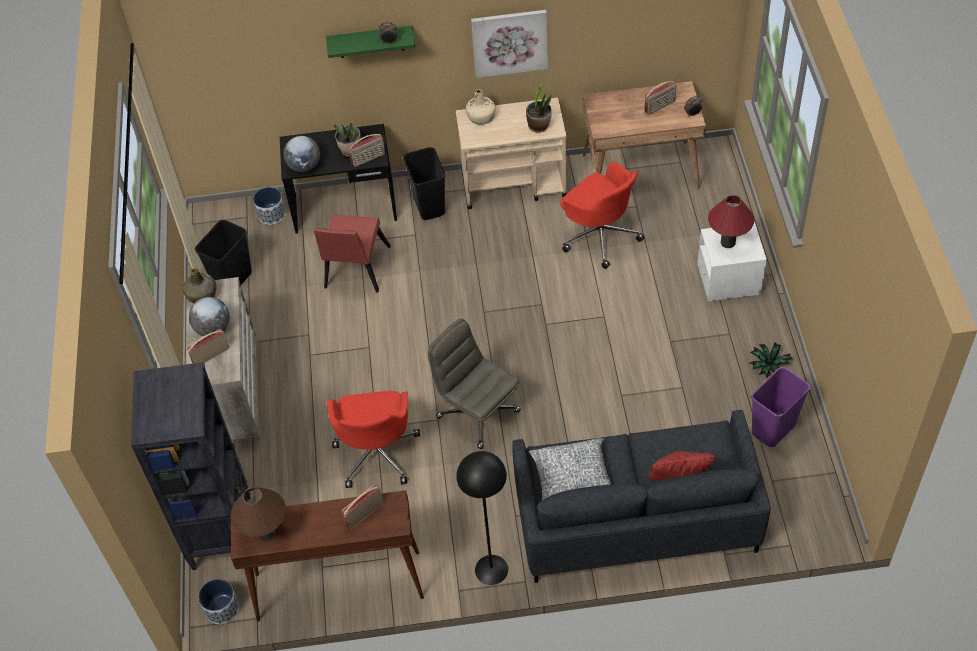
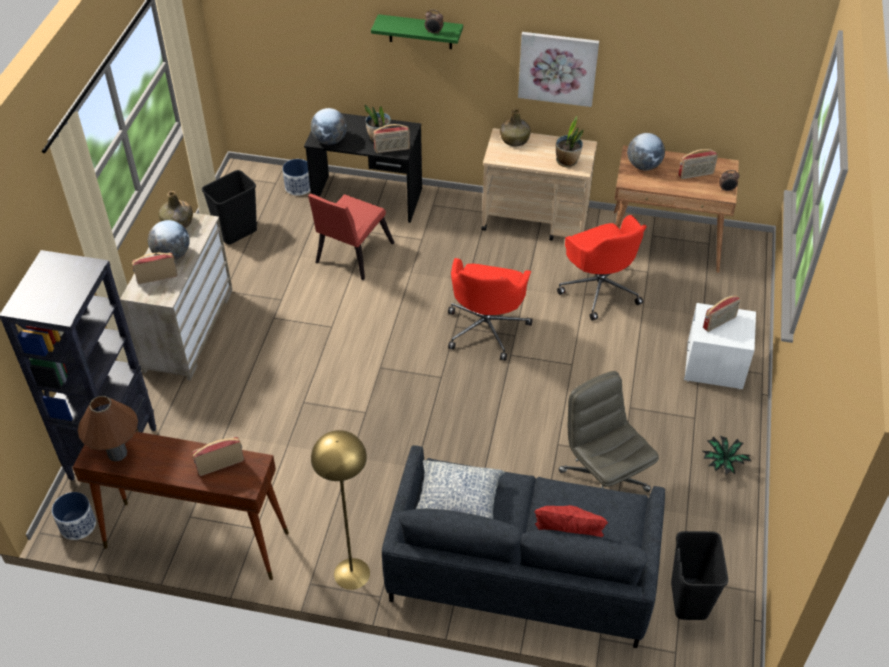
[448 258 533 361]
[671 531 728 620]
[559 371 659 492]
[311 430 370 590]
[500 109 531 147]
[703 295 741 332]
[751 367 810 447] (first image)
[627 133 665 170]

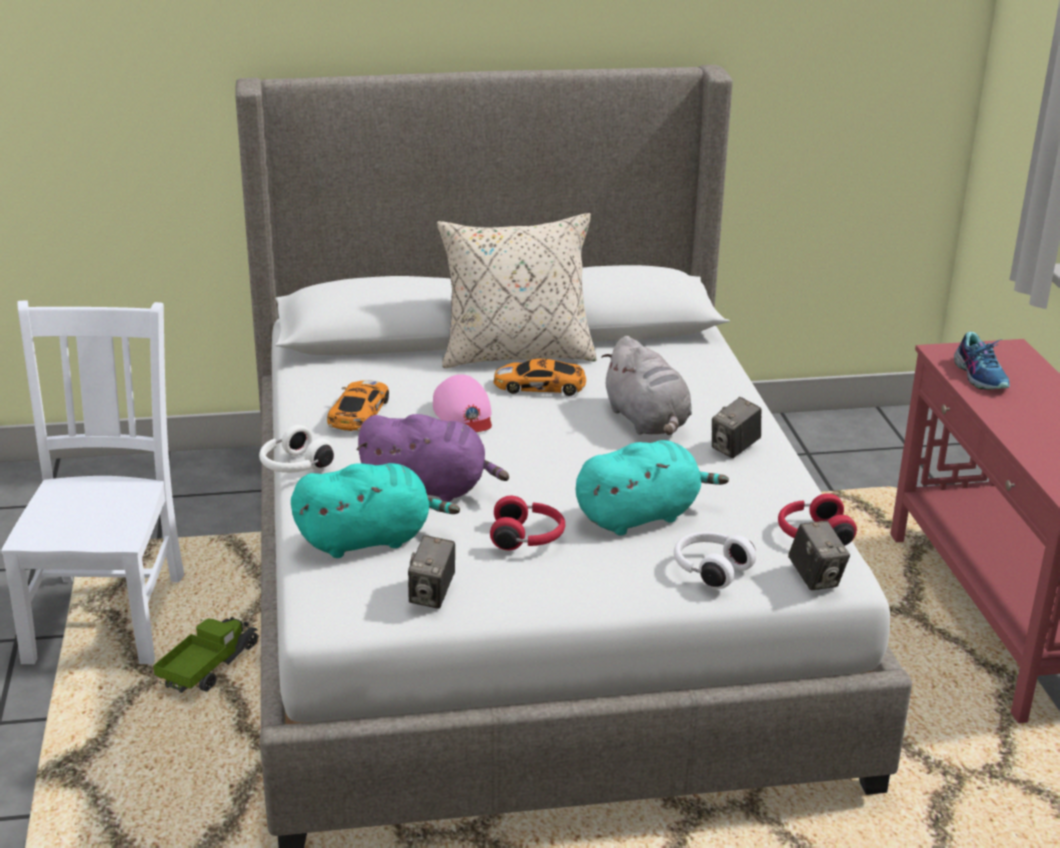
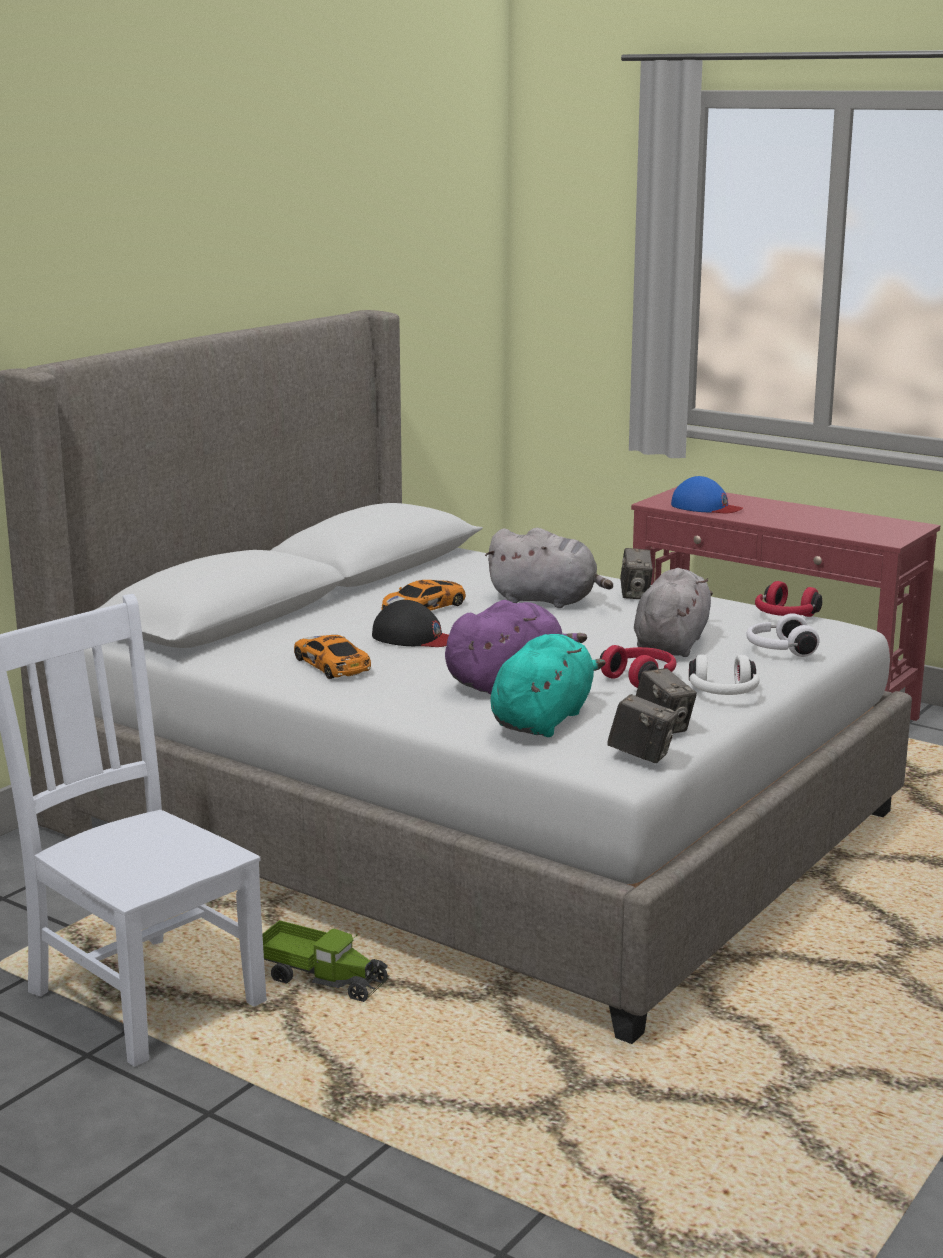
[262 920 389 1002]
[689 654 760 695]
[372 600 449 647]
[437 213 597 368] (first image)
[634 568 713 657]
[607 694 678 763]
[671 476 743 513]

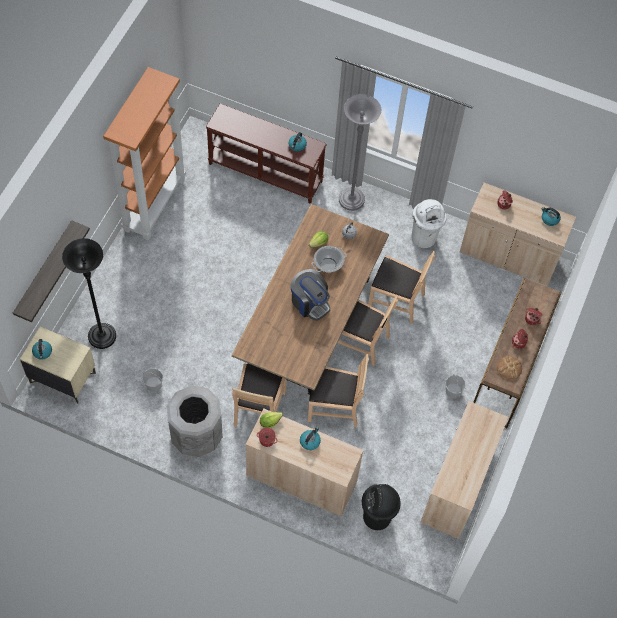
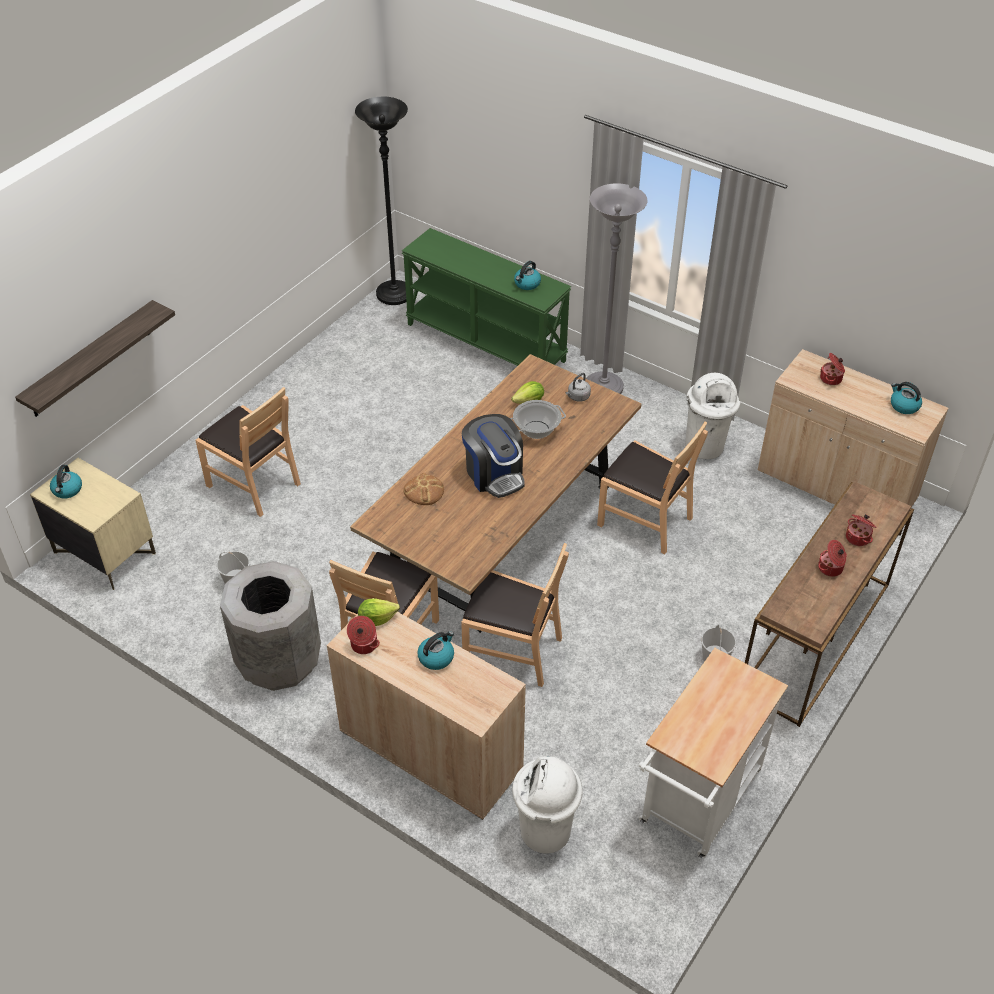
[355 97 408 305]
[103 67 186 240] (first image)
[402 228 571 366]
[195 387 301 517]
[512 756 583 854]
[639 648 788 858]
[403 473 444 505]

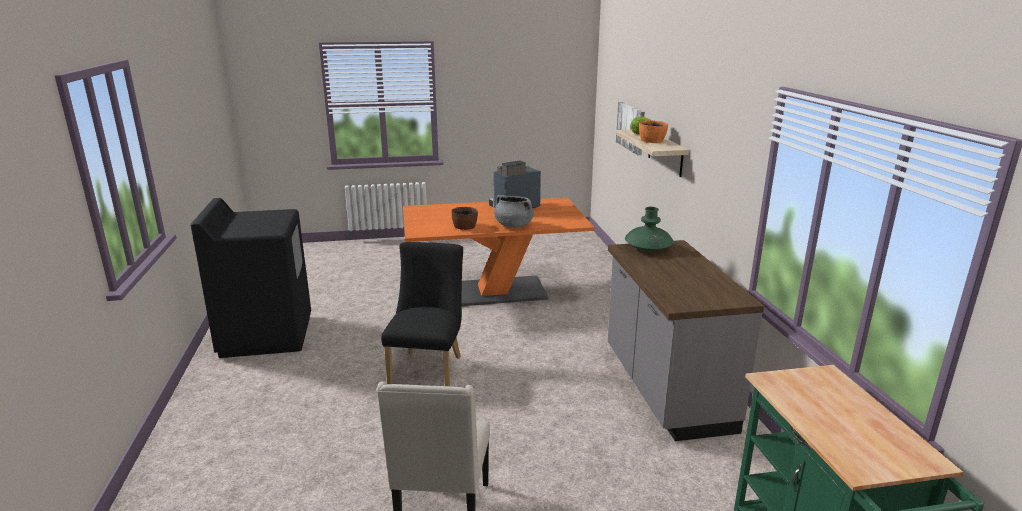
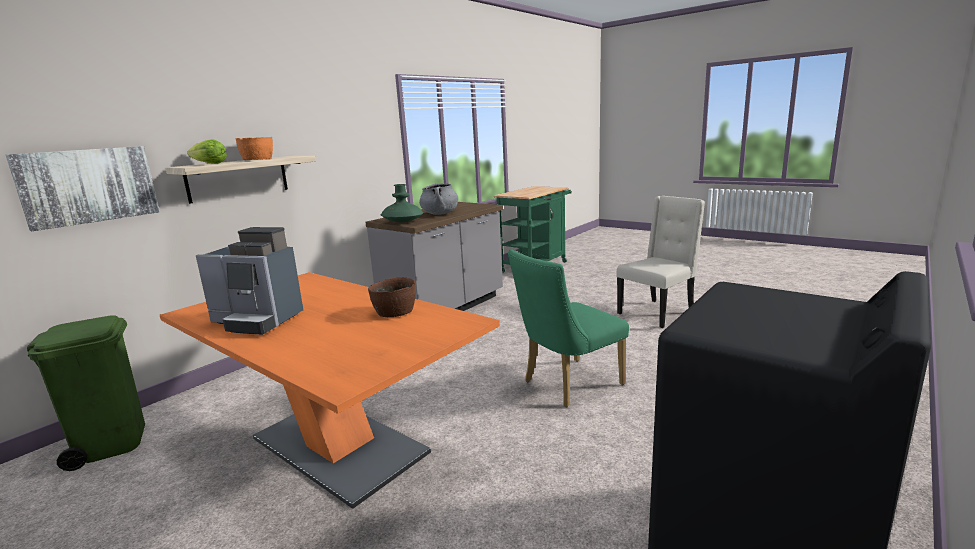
[508 250 629 407]
[419 183 458 215]
[27 315 145 471]

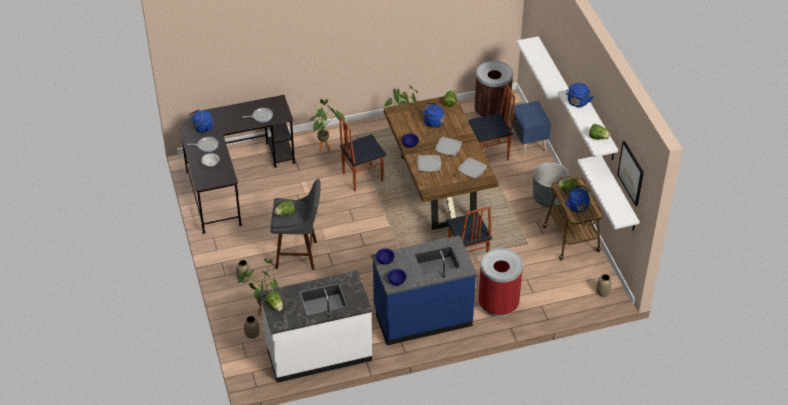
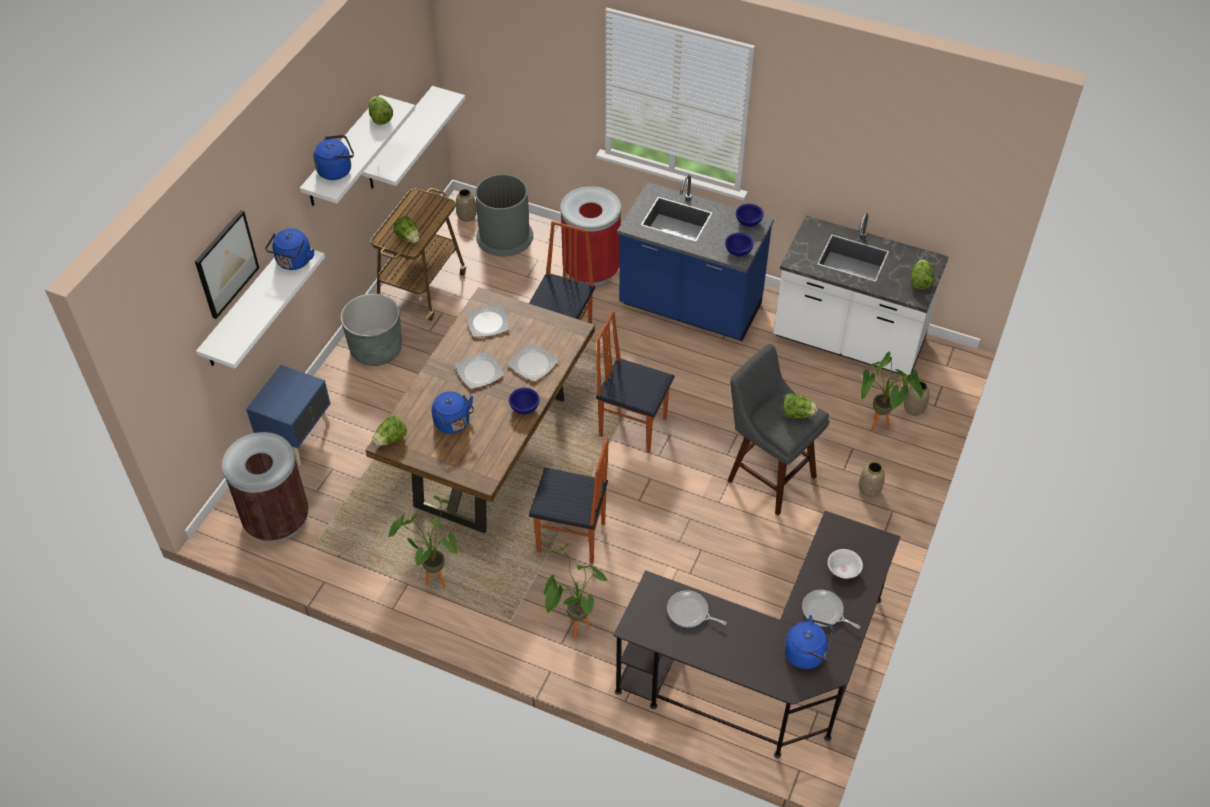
[596 311 674 453]
[265 229 315 270]
[195 210 259 319]
[475 174 533 257]

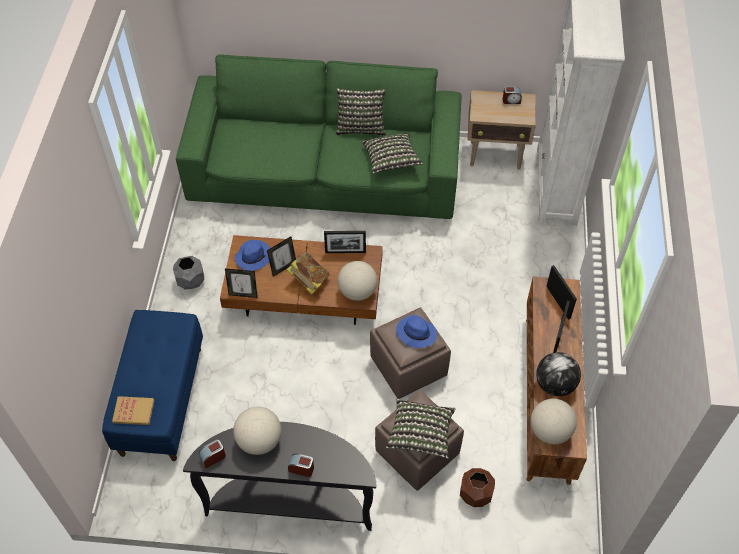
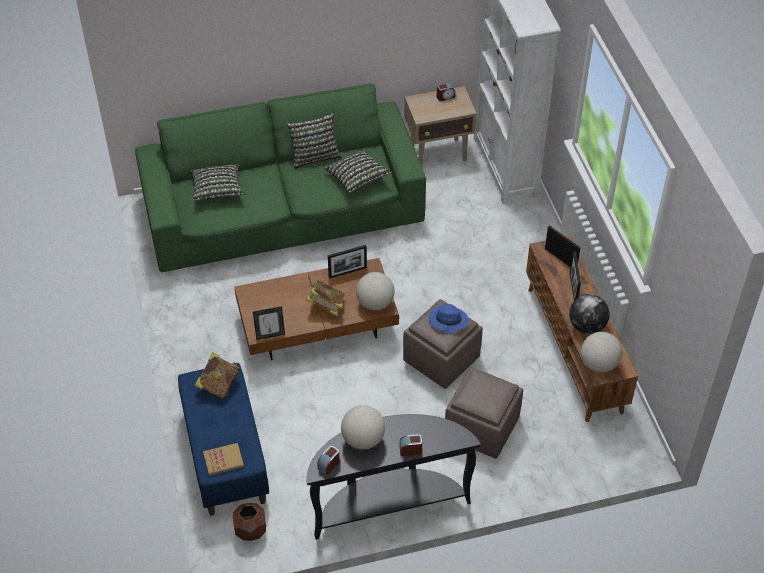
[173 256 204 290] (first image)
[235 240 270 271] (first image)
[267 236 296 276] (first image)
[191 165 244 201]
[233 503 266 541]
[194 352 240 399]

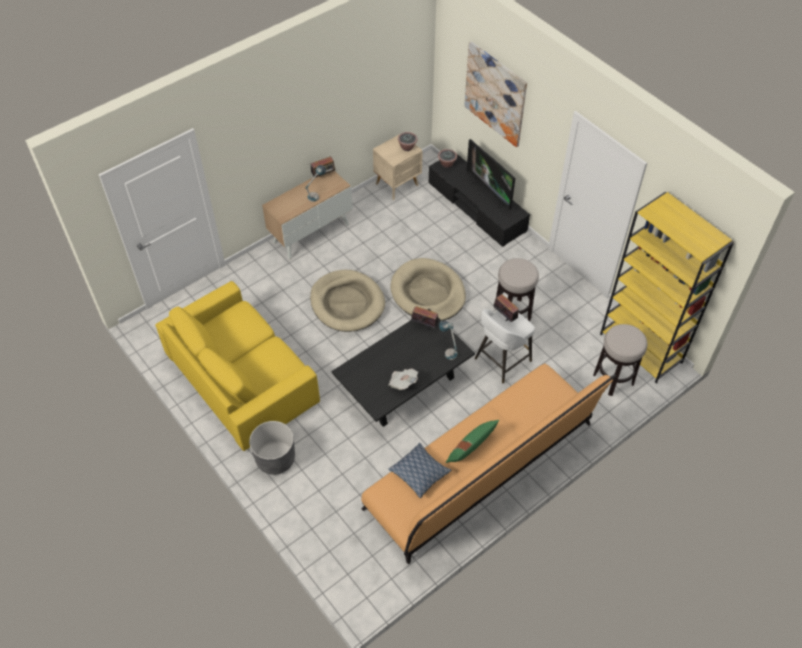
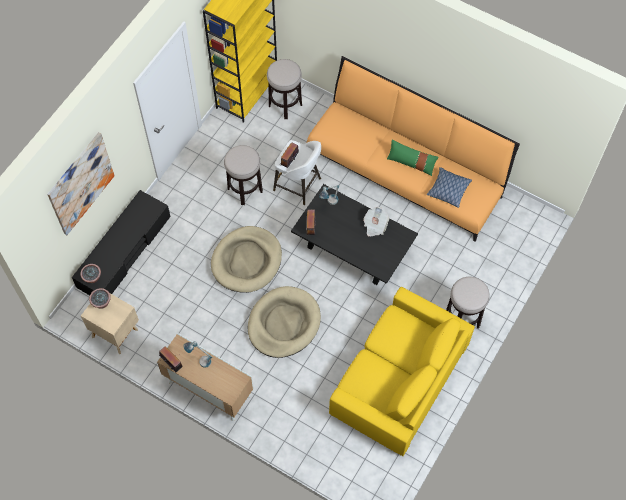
[446 277 490 329]
[467 139 515 210] (first image)

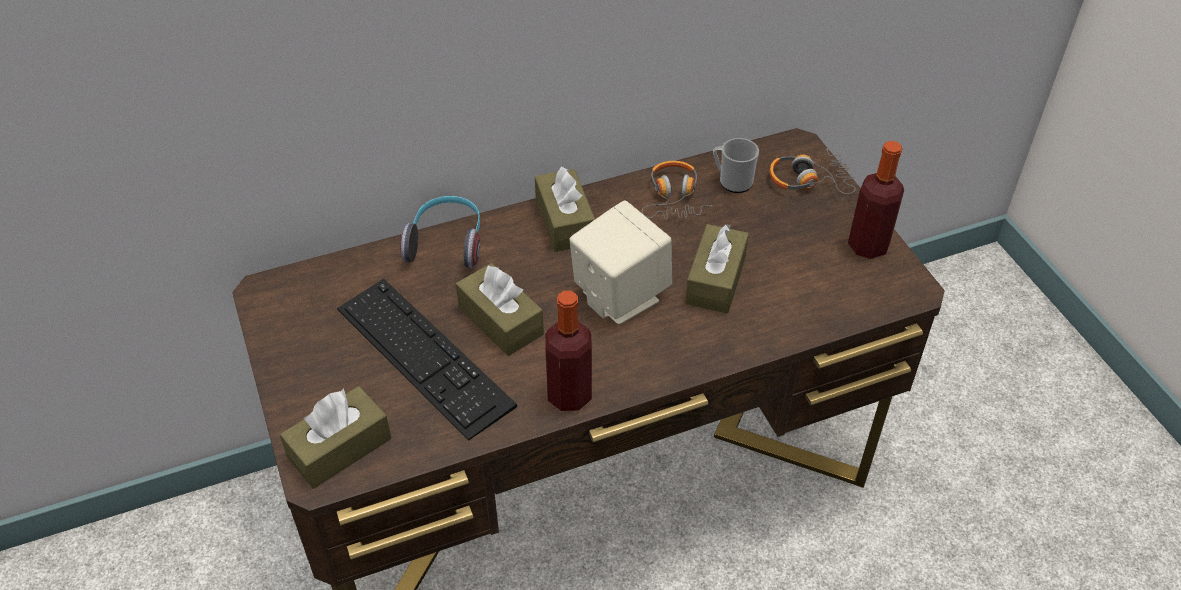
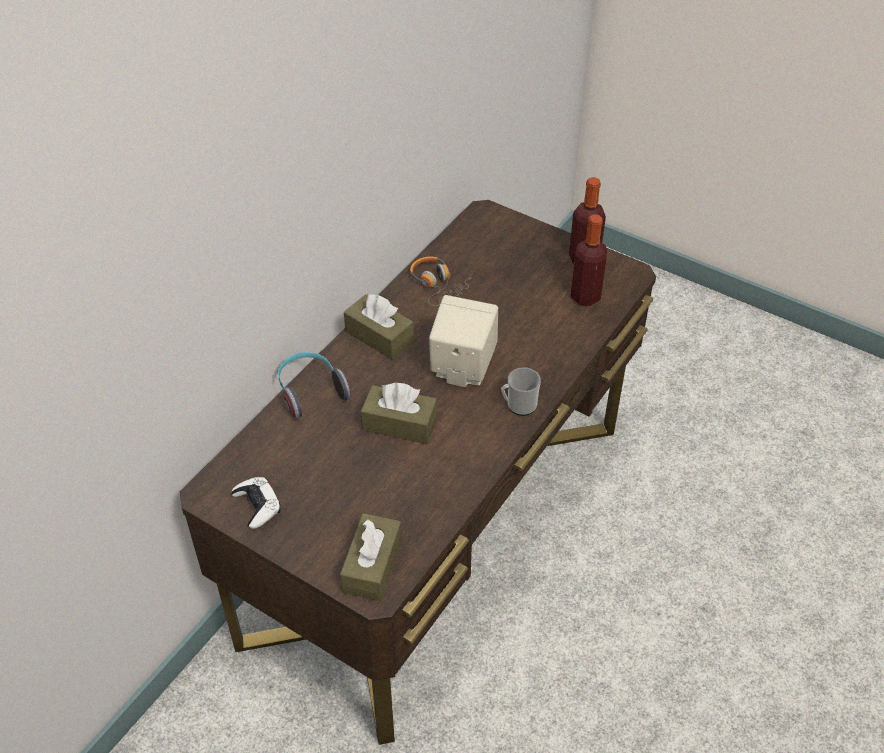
[337 279 517 441] (first image)
[571 214 607 306]
[685 224 749 313] (first image)
[501 367 541 416]
[769 148 856 194] (first image)
[231 477 281 529]

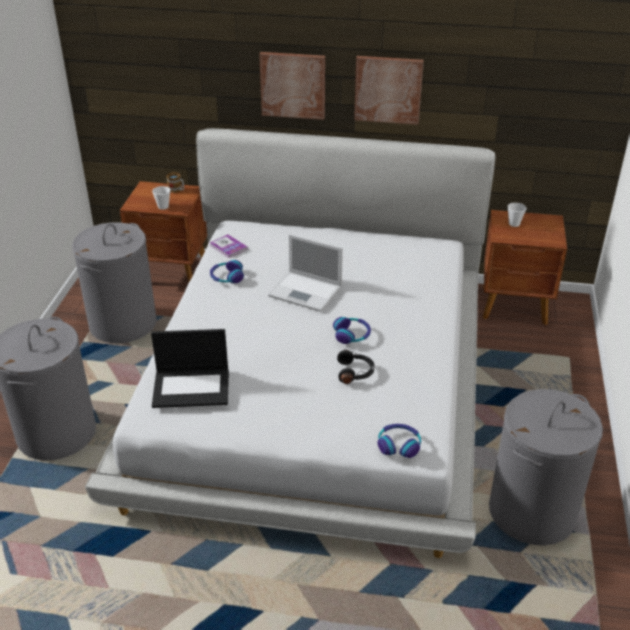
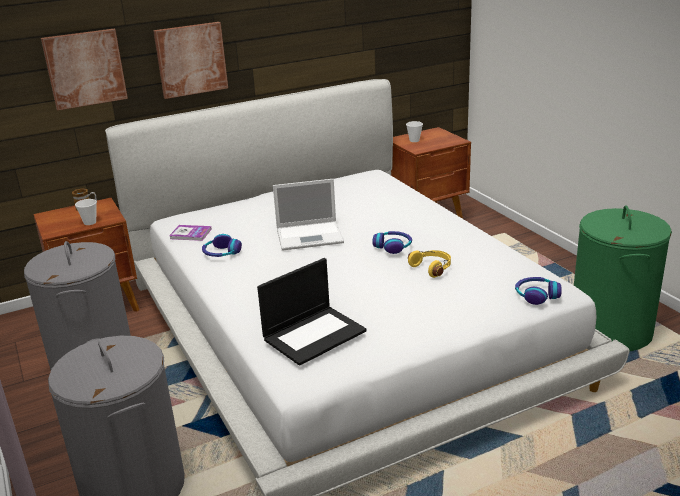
[408 250 451 278]
[41 29 128 110]
[574 205 672 351]

